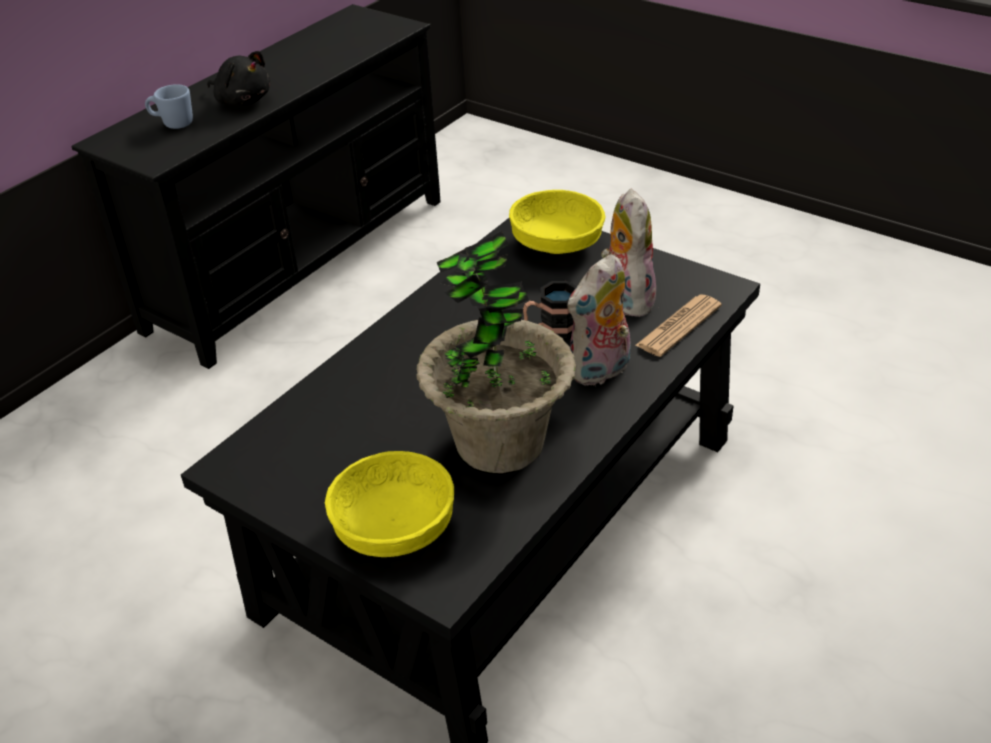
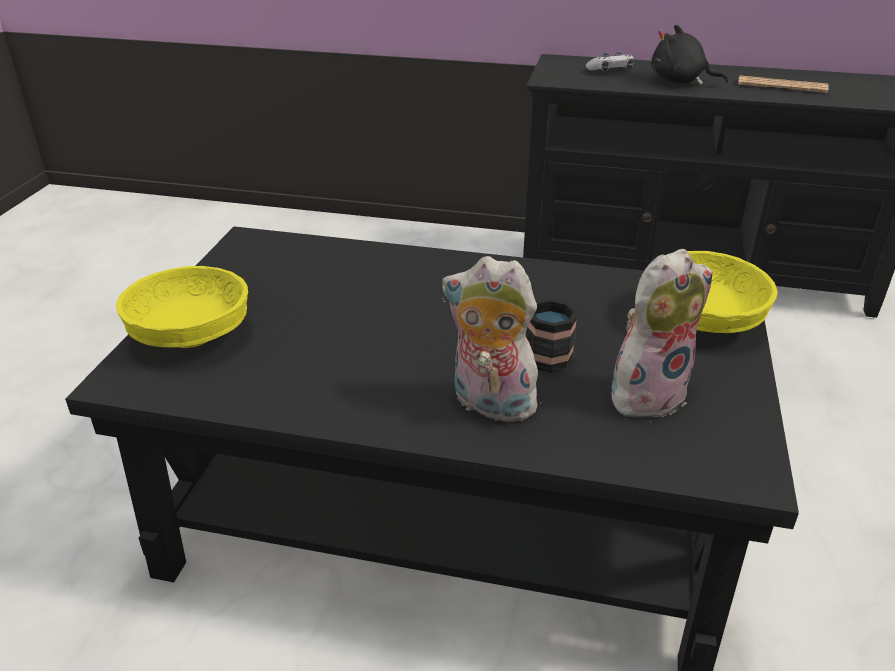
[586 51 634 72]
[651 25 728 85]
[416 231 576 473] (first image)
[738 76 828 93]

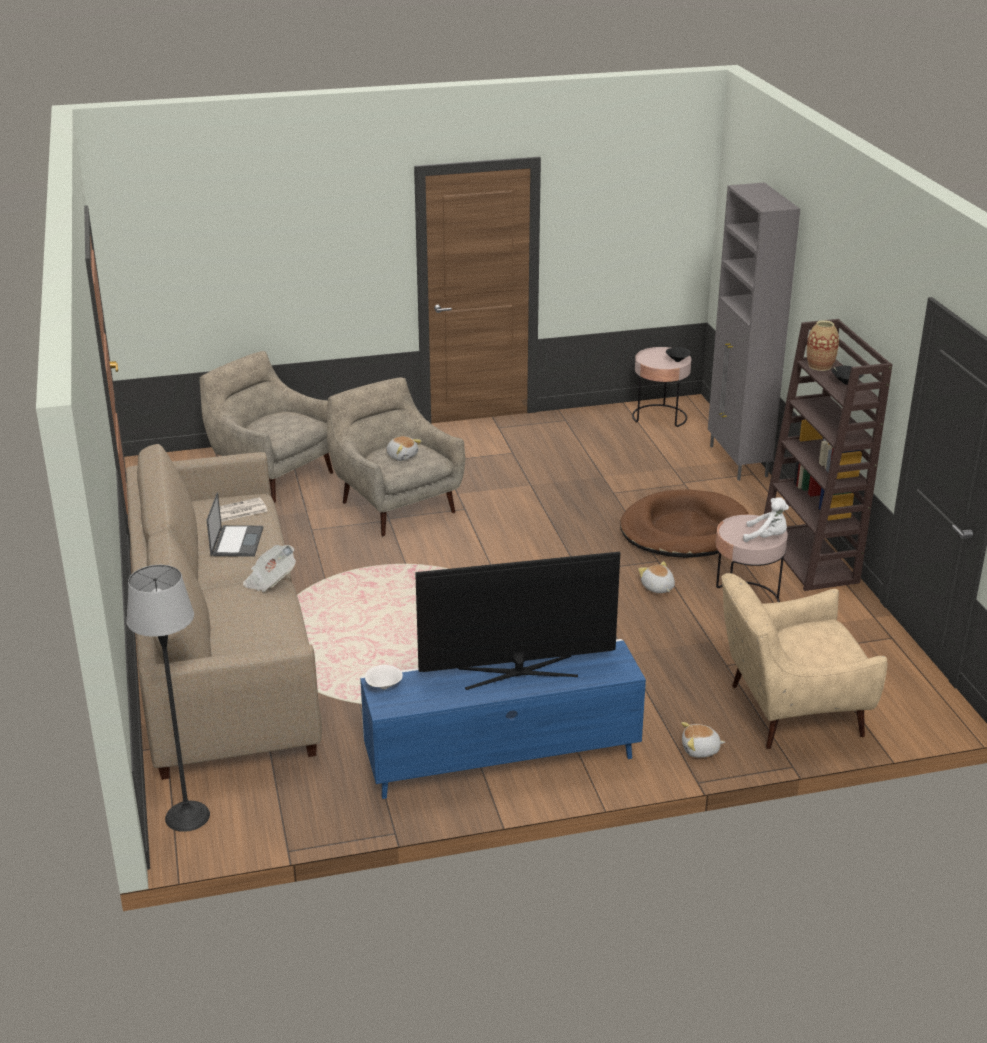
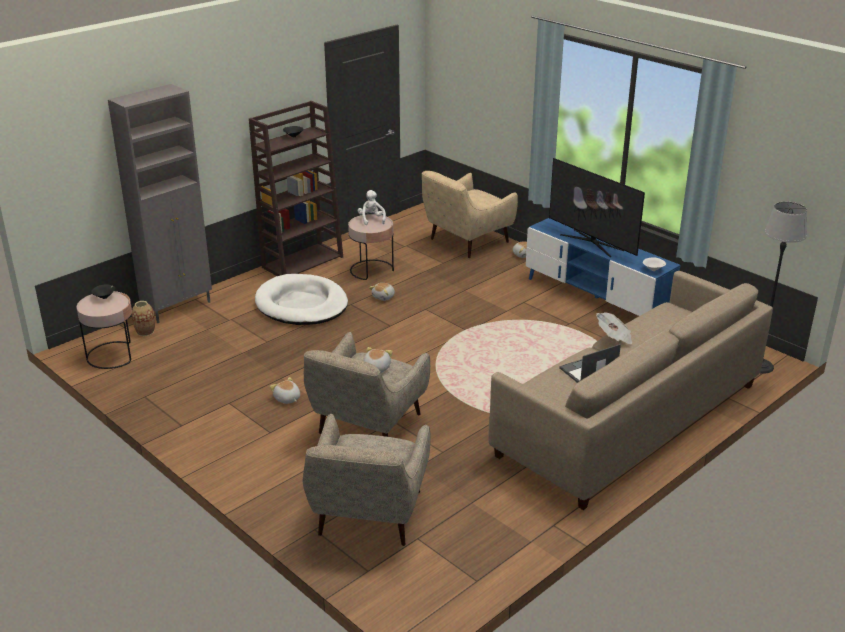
[220 497 268 522] (first image)
[255 274 348 325]
[422 171 518 258]
[131 301 155 336]
[270 377 300 404]

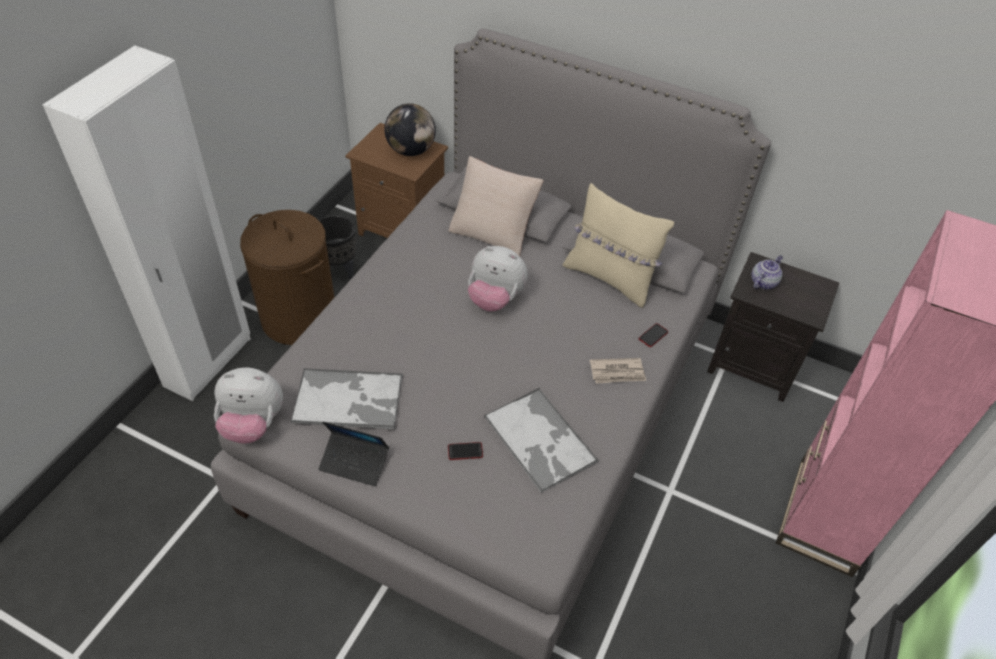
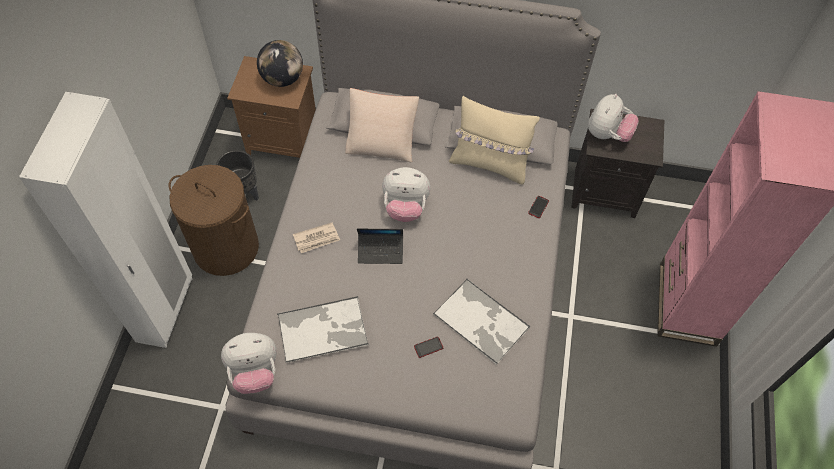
[357 229 403 264]
[293 223 340 253]
[588 94 639 142]

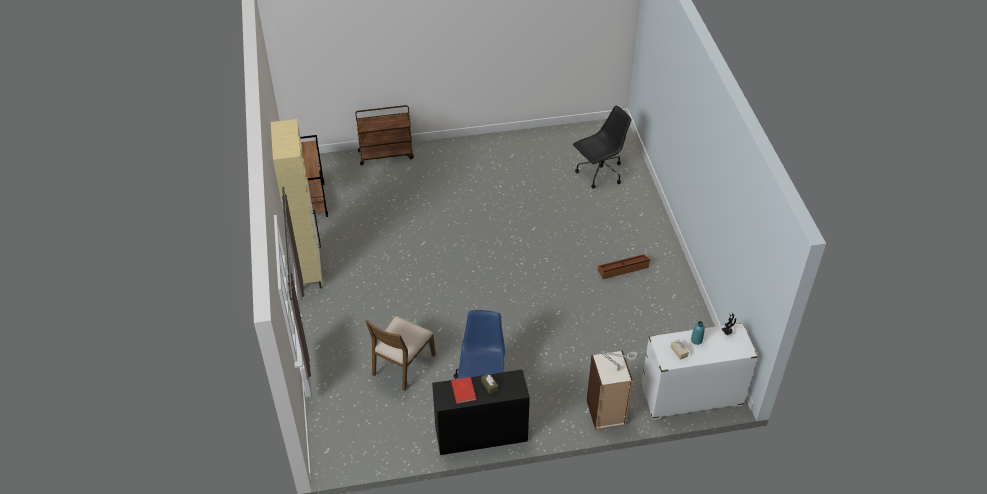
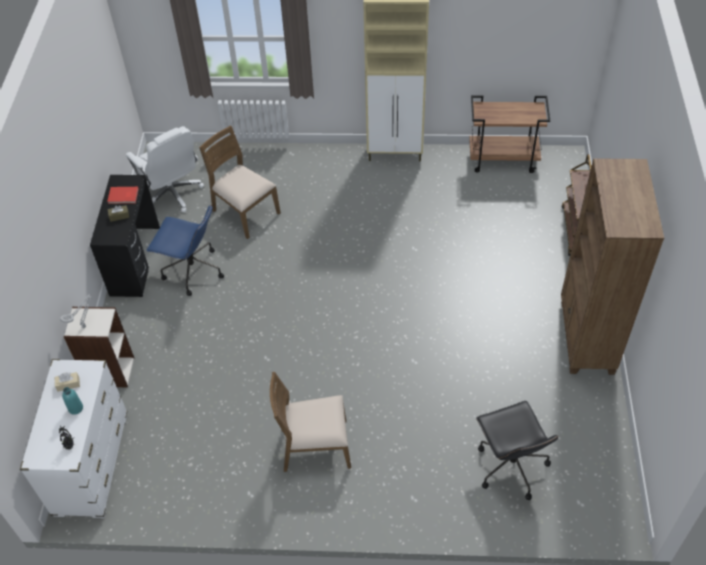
[270 372 351 472]
[125 126 204 212]
[561 158 664 375]

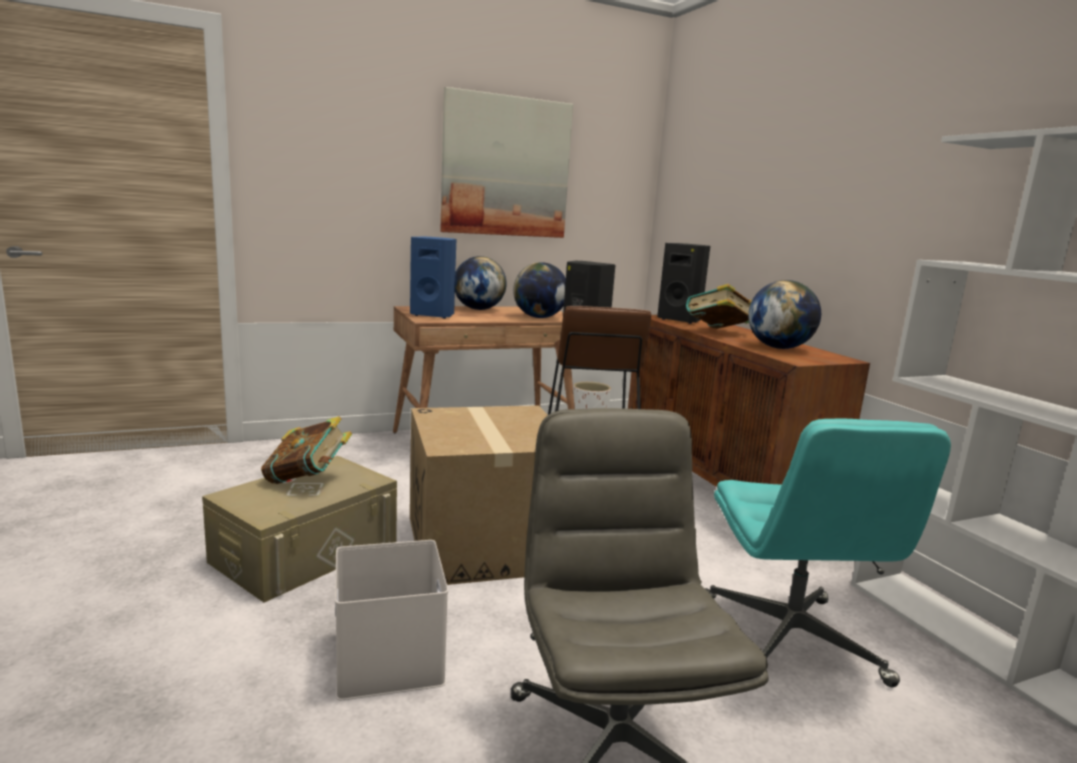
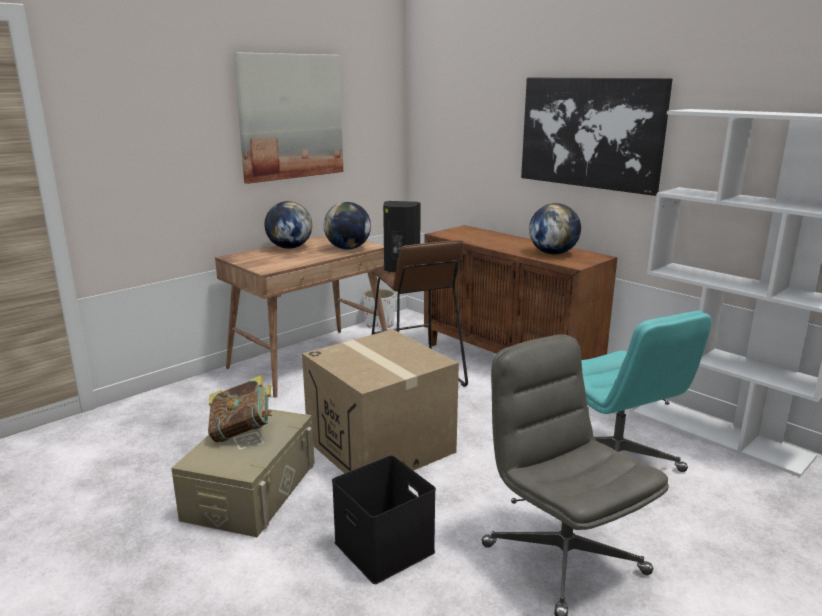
[332 455 436 584]
[410 236 456 319] (first image)
[657 243 710 324] (first image)
[686 284 752 329] (first image)
[521 78 672 196]

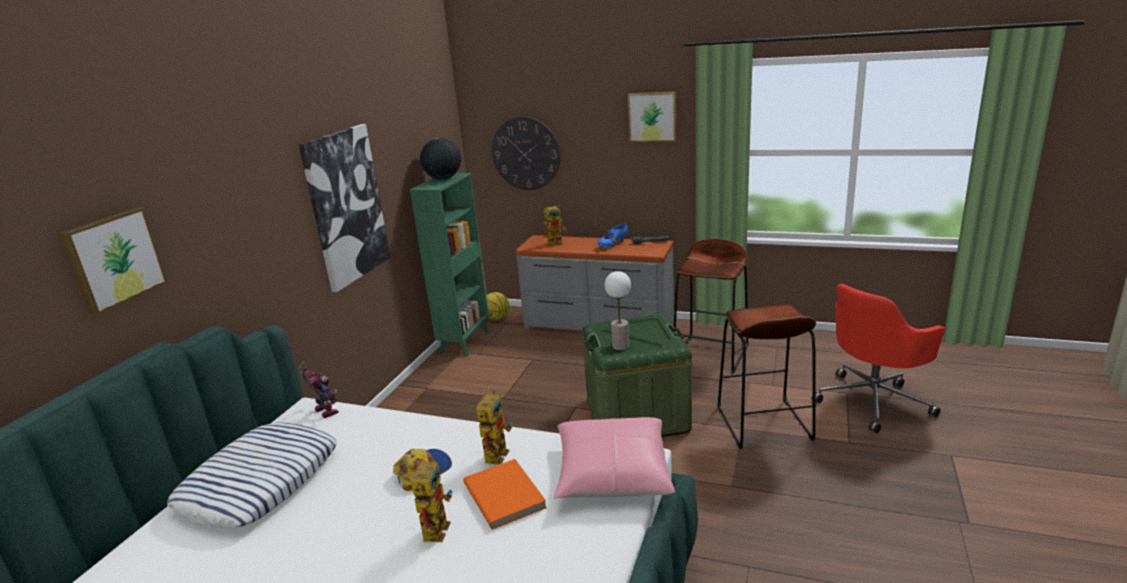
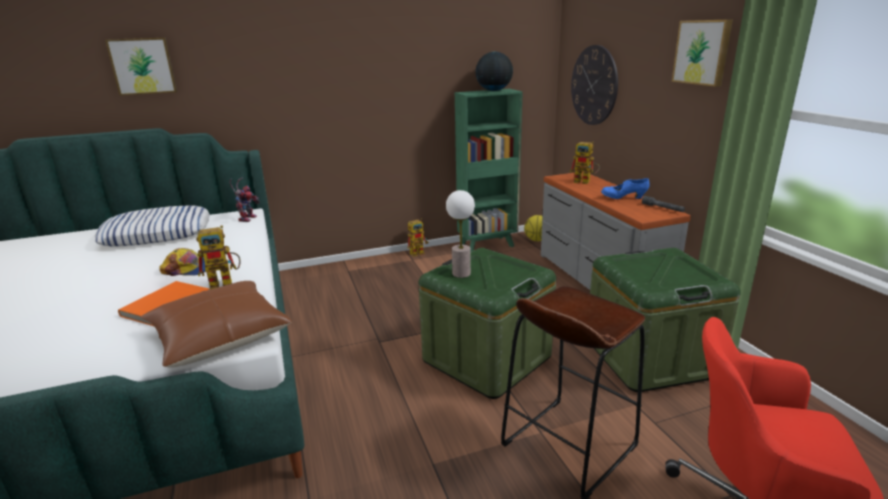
[298 124 391 292] (first image)
[407 218 428 256]
[140 281 292 367]
[590 248 741 392]

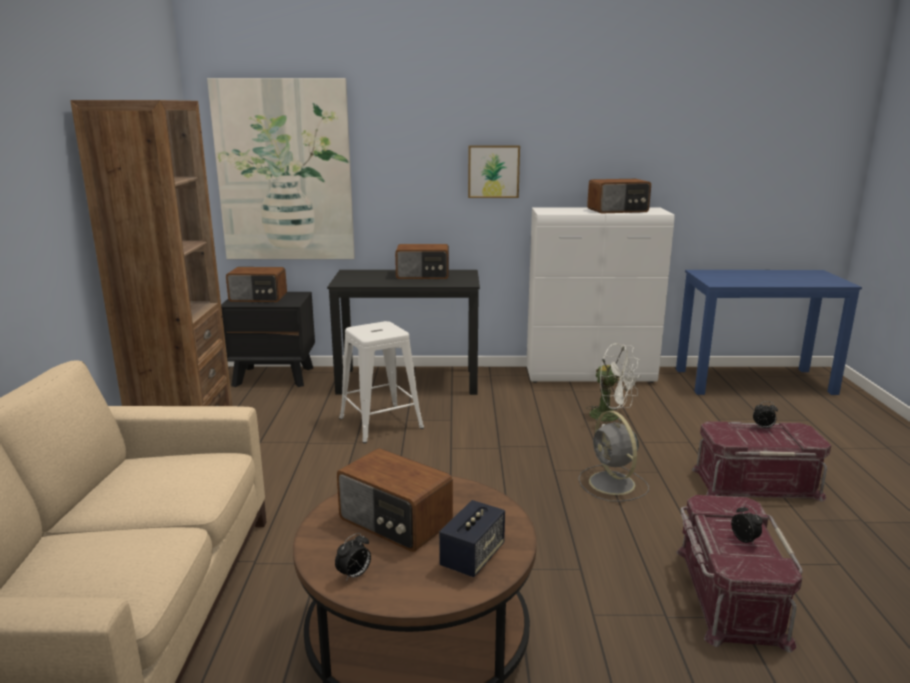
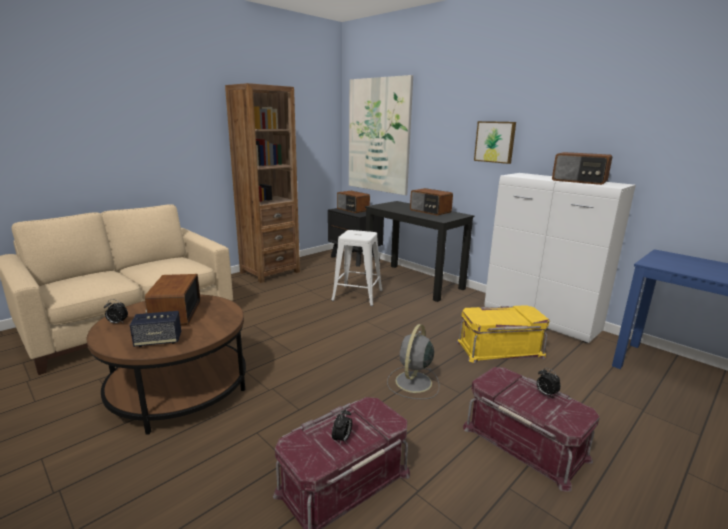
[456 305 550 363]

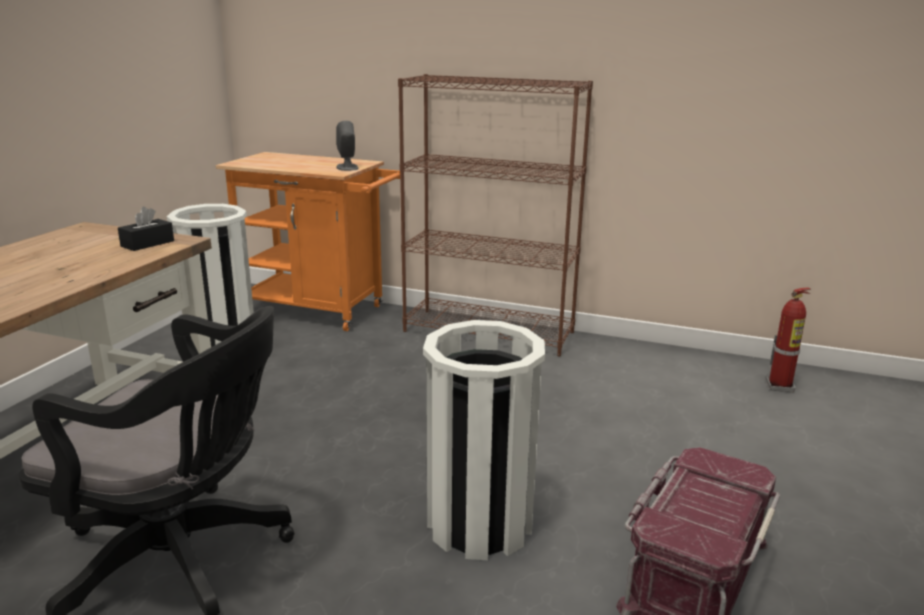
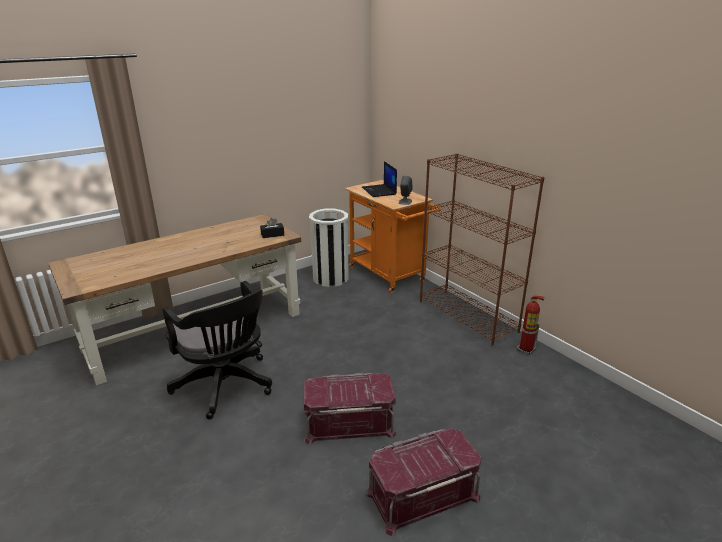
[304 373 397 445]
[517 296 544 355]
[362 161 397 197]

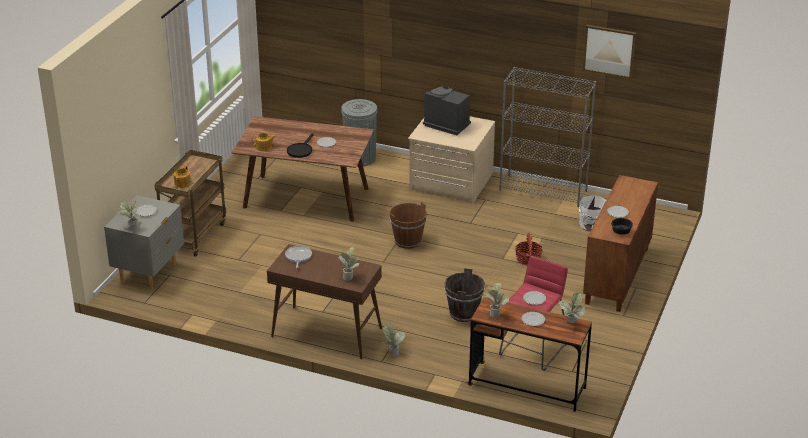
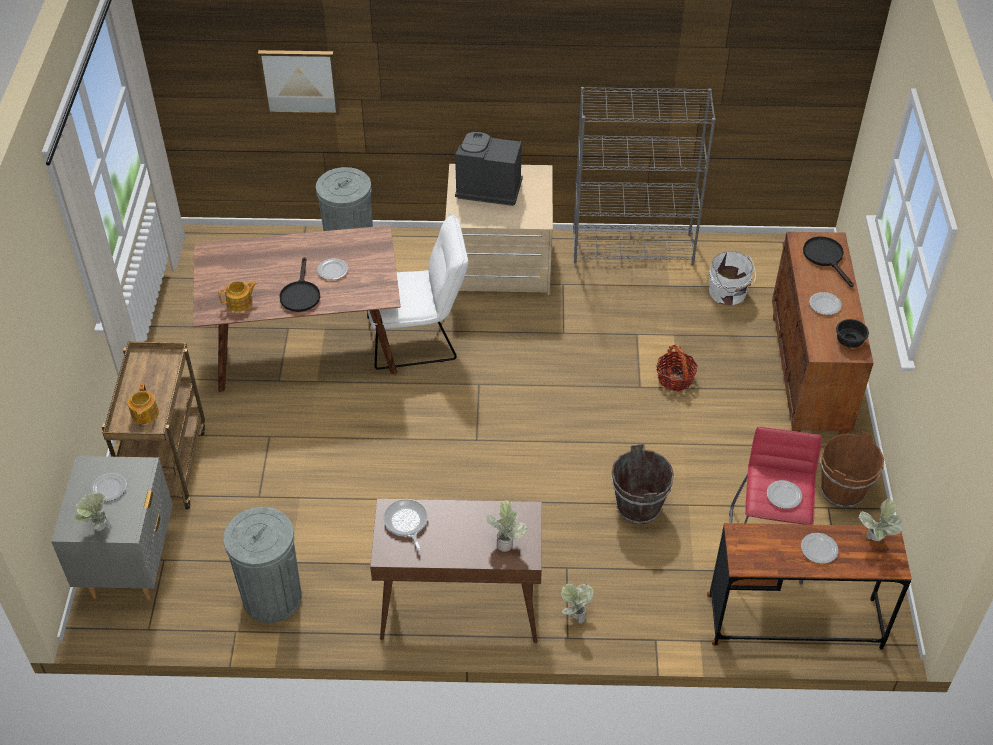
[820 431 884 508]
[485 283 509 318] (first image)
[258 50 340 115]
[223 507 302 623]
[367 214 468 370]
[803 237 854 287]

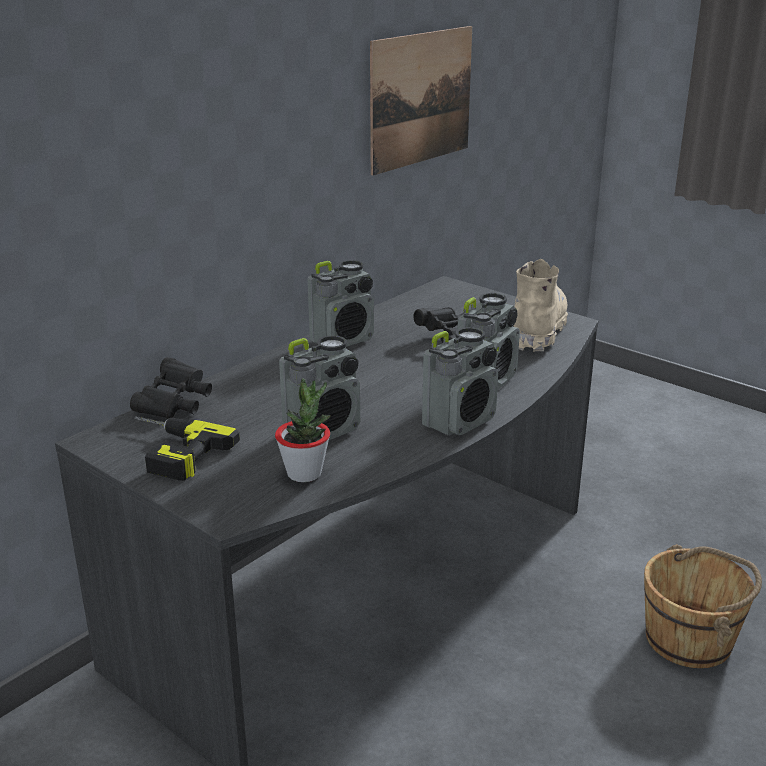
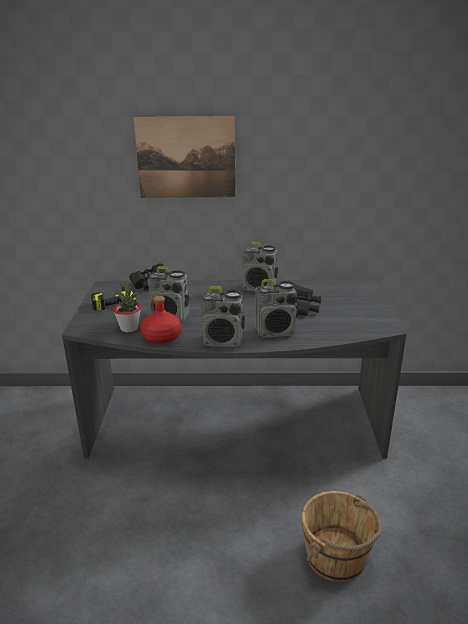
[134 116 235 198]
[513 259 568 351] (first image)
[141 296 182 344]

